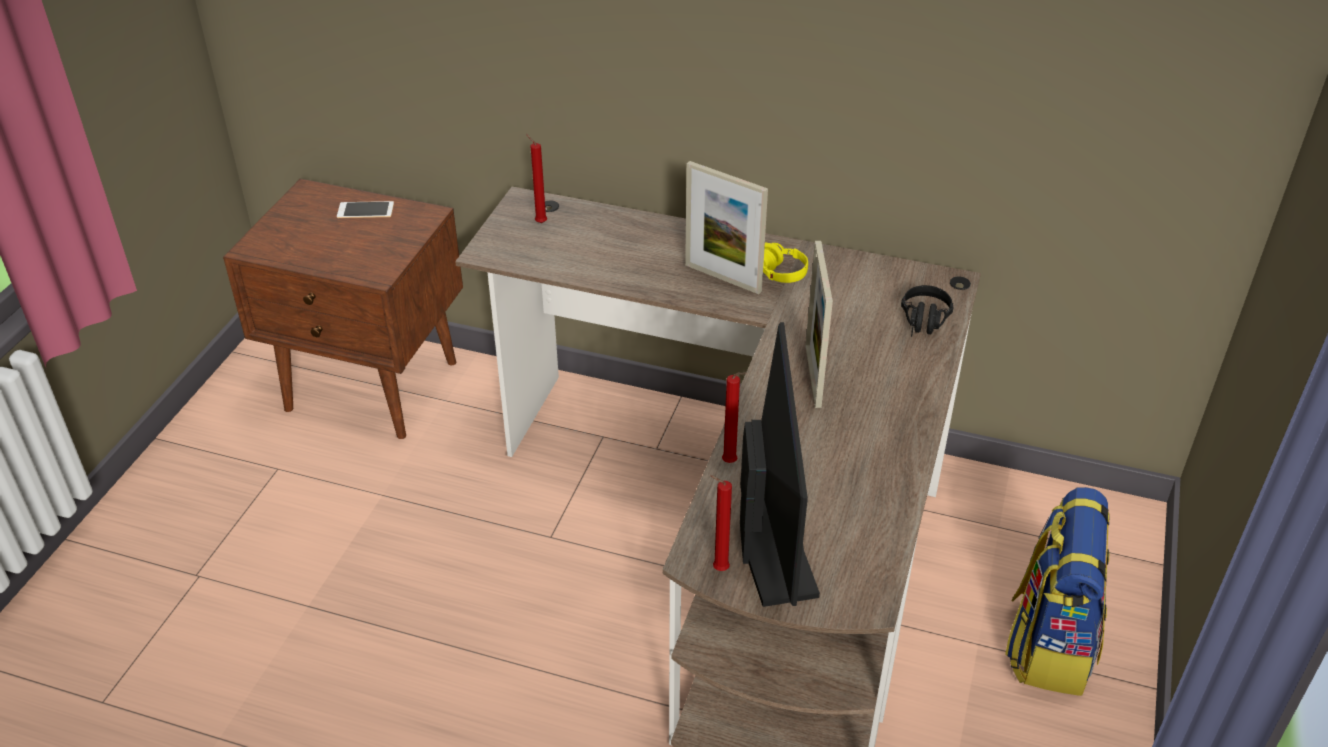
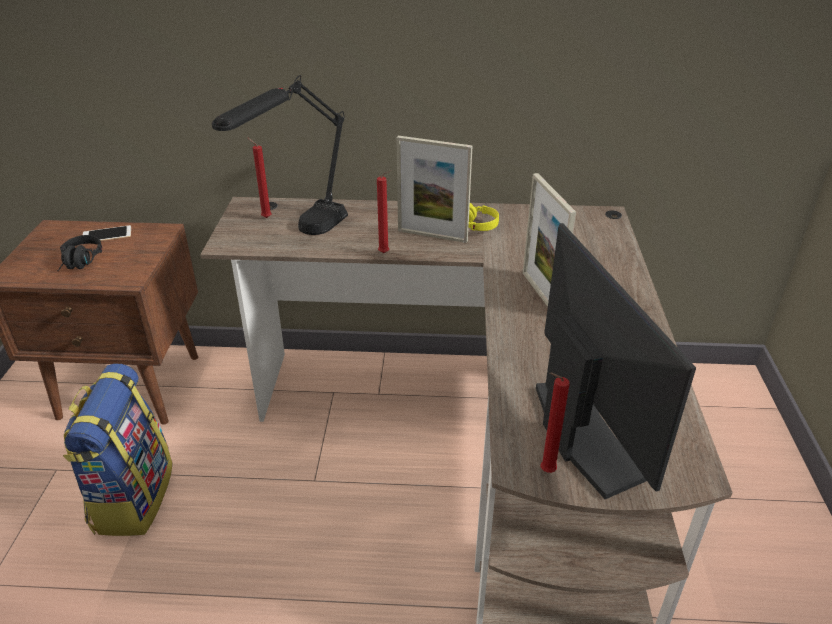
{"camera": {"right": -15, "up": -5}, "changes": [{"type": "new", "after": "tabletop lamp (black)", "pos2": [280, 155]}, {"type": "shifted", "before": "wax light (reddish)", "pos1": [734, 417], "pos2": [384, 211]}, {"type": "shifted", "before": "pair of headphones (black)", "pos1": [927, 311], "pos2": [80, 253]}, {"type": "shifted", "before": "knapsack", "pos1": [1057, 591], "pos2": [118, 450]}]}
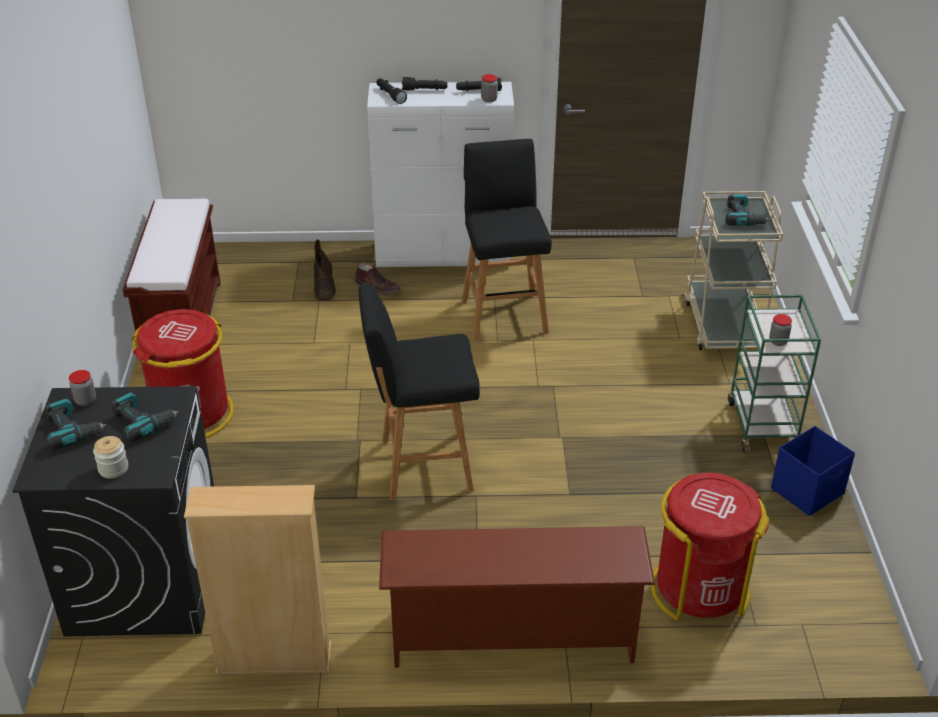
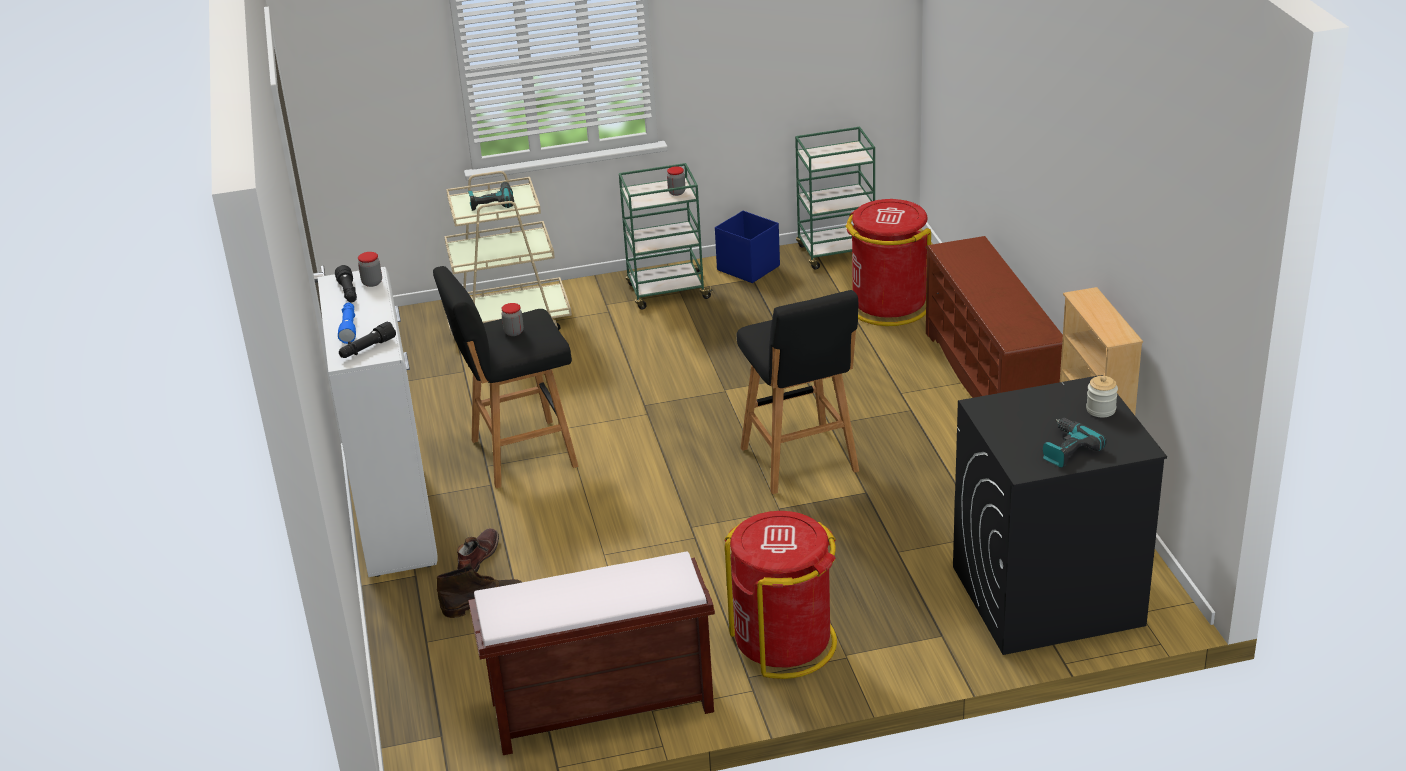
{"camera": {"right": -100, "up": -5}, "changes": [{"type": "gone", "before": "power drill", "pos1": [145, 417]}, {"type": "new", "after": "wheeled cart (greenish)", "pos2": [835, 198]}, {"type": "shifted", "before": "preserve jar", "pos1": [82, 388], "pos2": [512, 319]}, {"type": "repainted", "before": "flashlight (black)", "after": "flashlight (bluish)", "pos1": [424, 83], "pos2": [347, 323]}]}
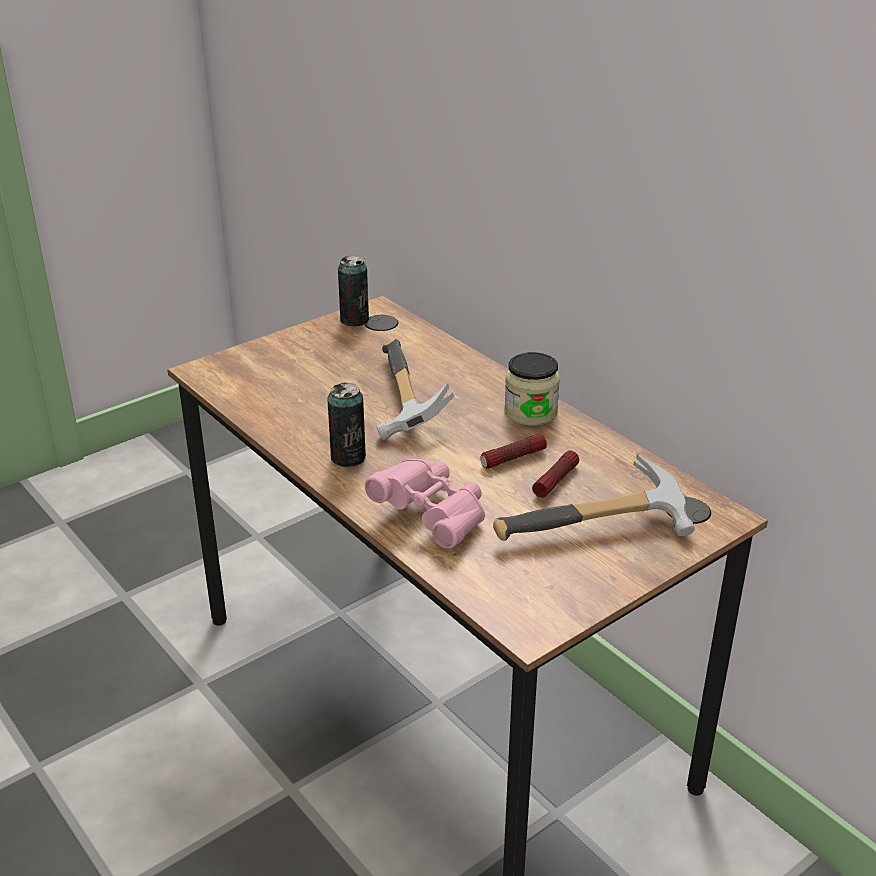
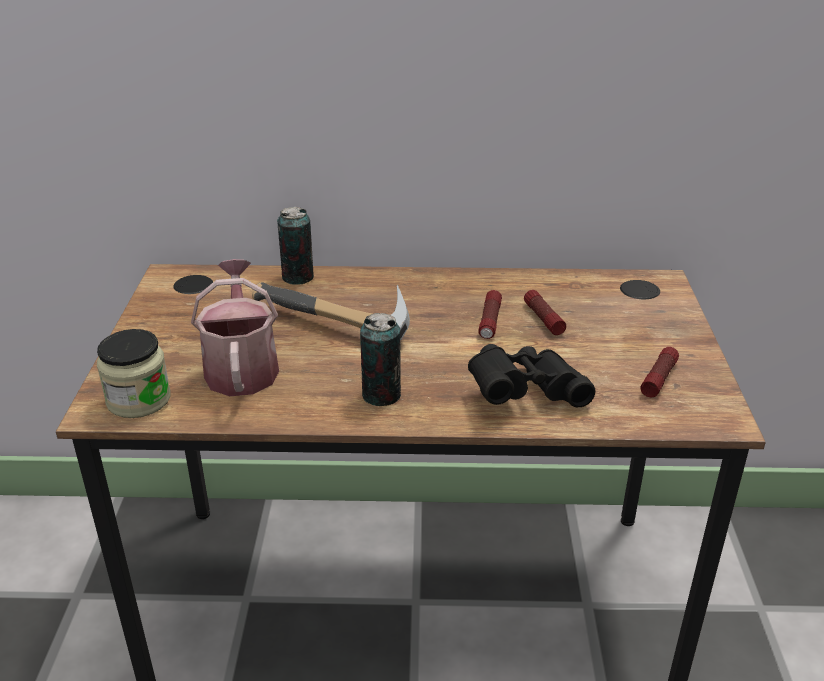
{"camera": {"right": -50, "up": 0}, "changes": [{"type": "gone", "before": "tool hammer", "pos1": [594, 497]}, {"type": "new", "after": "sprinkling can", "pos2": [235, 327]}, {"type": "new", "after": "flashlight", "pos2": [659, 372]}, {"type": "shifted", "before": "sealed can", "pos1": [353, 290], "pos2": [295, 246]}, {"type": "shifted", "before": "preserve jar", "pos1": [532, 389], "pos2": [134, 373]}, {"type": "repainted", "before": "field glasses (pink-coloured)", "after": "field glasses (black)", "pos1": [425, 504], "pos2": [531, 375]}]}
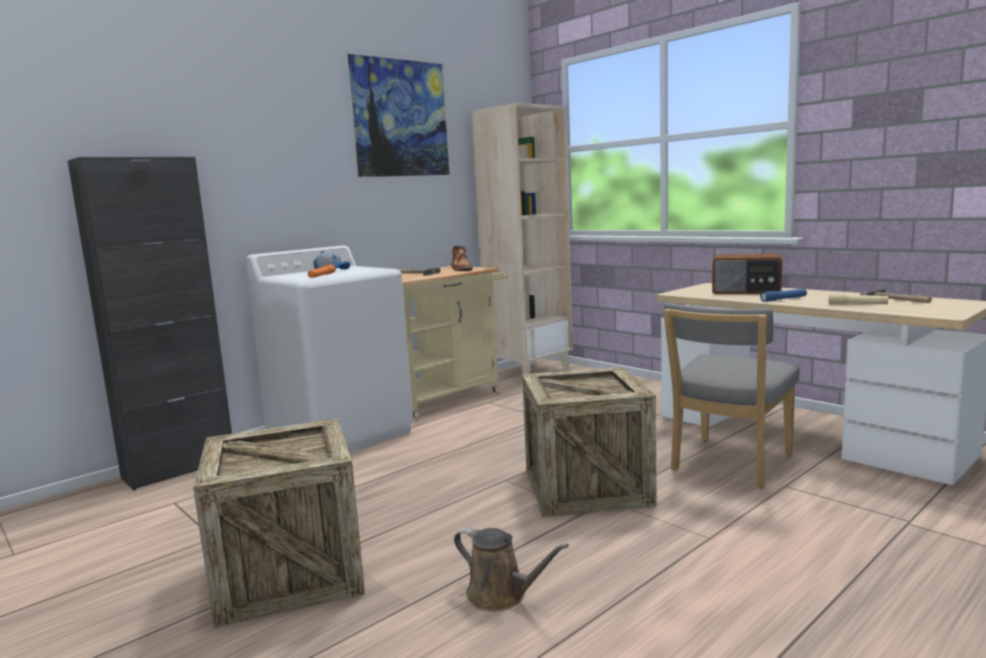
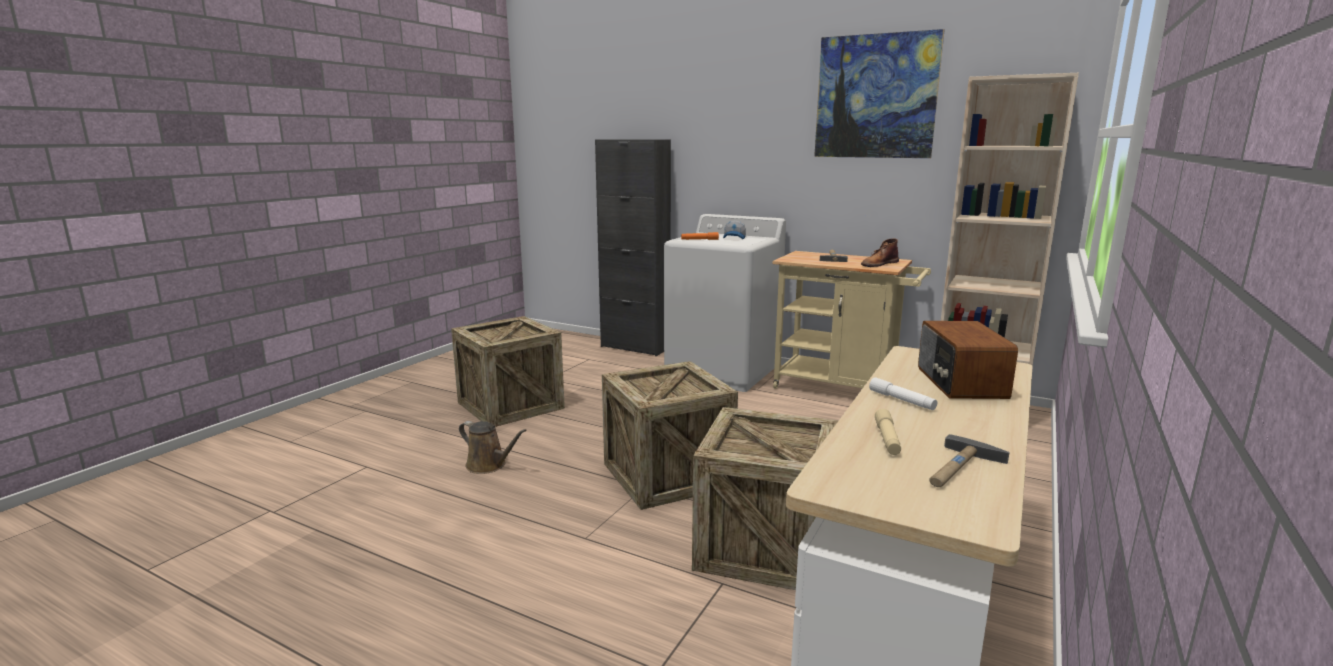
{"camera": {"right": 70, "up": 5}, "changes": [{"type": "swapped", "before": "upright chair (greyish)", "after": "shipping crate", "pos1": [731, 395], "pos2": [765, 498]}, {"type": "repainted", "before": "flashlight (bluish)", "after": "flashlight (whitish)", "pos1": [783, 295], "pos2": [903, 393]}, {"type": "rotated", "before": "sprinkling can (brown-coloured)", "pos1": [511, 569], "pos2": [493, 447], "turn": -75}]}
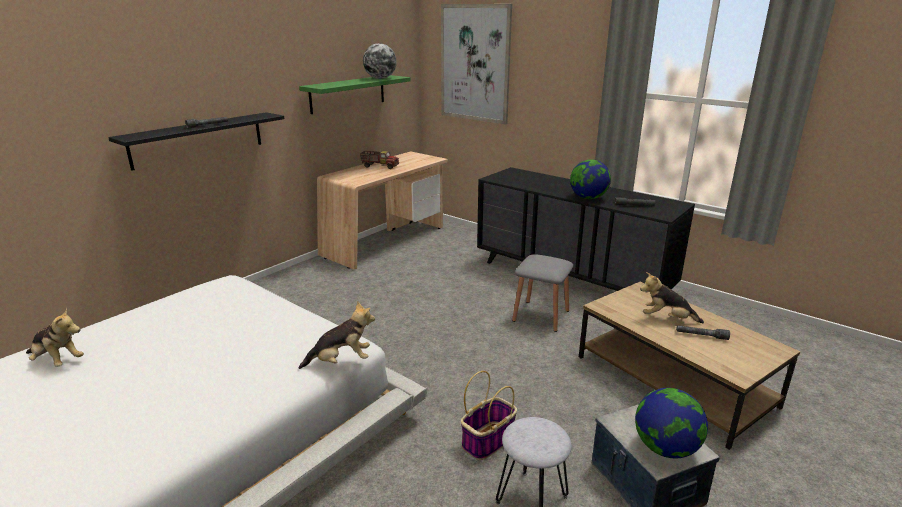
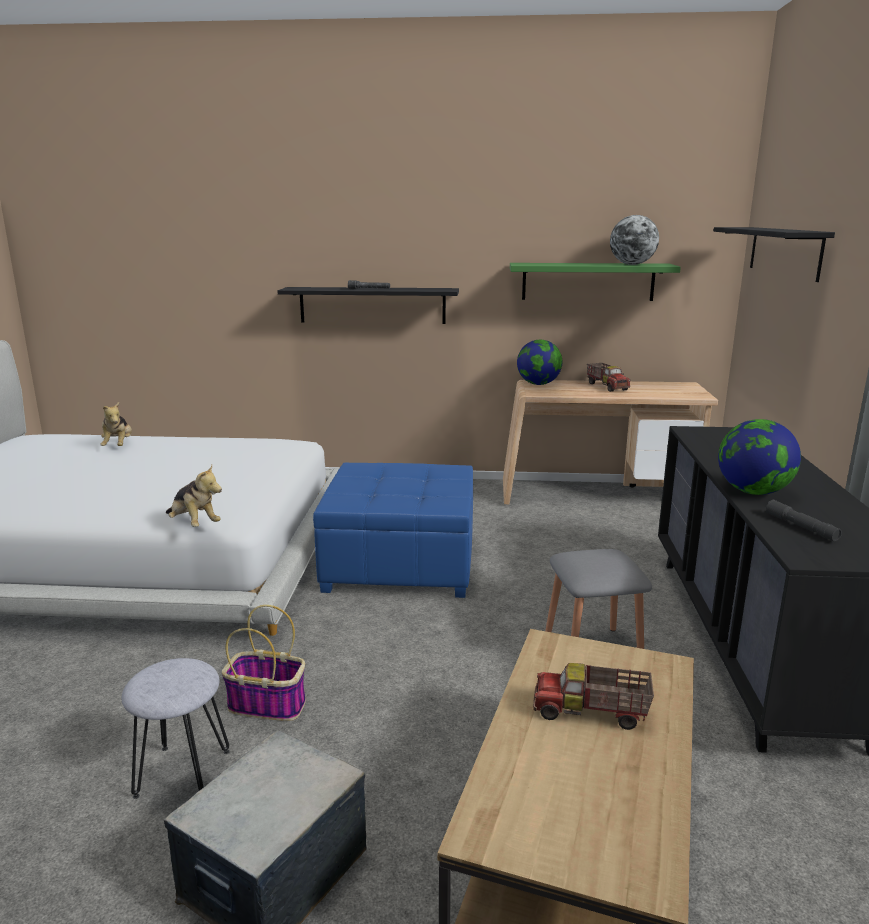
{"camera": {"right": 55, "up": -5}, "changes": [{"type": "gone", "before": "flashlight (greyish)", "pos1": [703, 333]}, {"type": "new", "after": "pouffe (bluish)", "pos2": [393, 530]}, {"type": "shifted", "before": "globe", "pos1": [671, 423], "pos2": [539, 362]}, {"type": "swapped", "before": "wall picture", "after": "wall shelf (black)", "pos1": [476, 64], "pos2": [774, 254]}, {"type": "swapped", "before": "soft toy", "after": "model truck", "pos1": [672, 297], "pos2": [593, 696]}]}
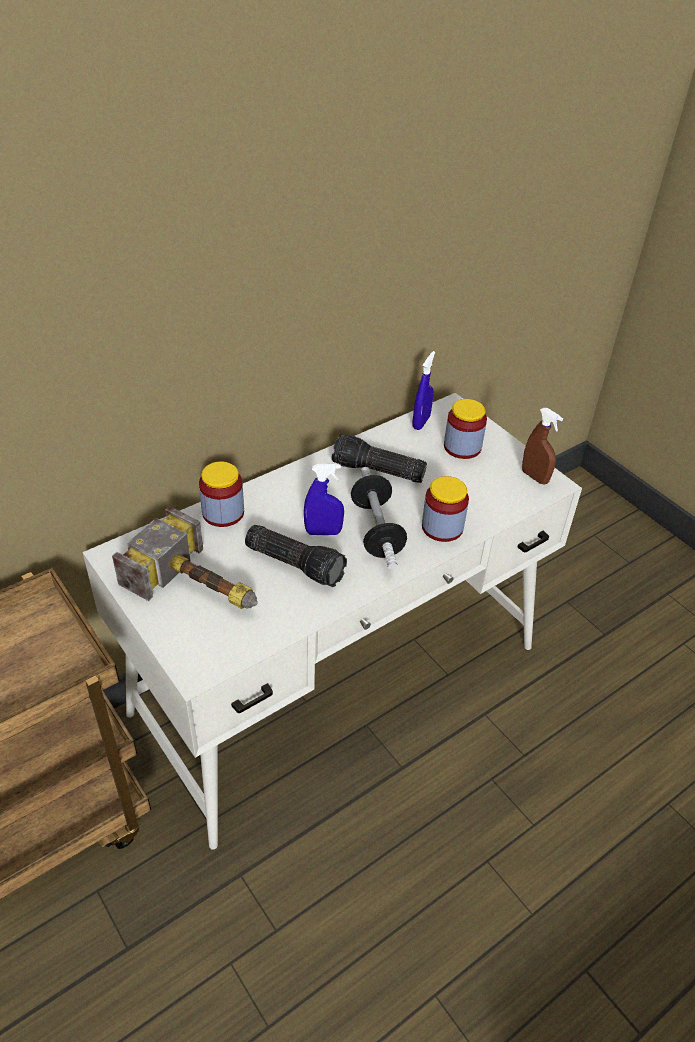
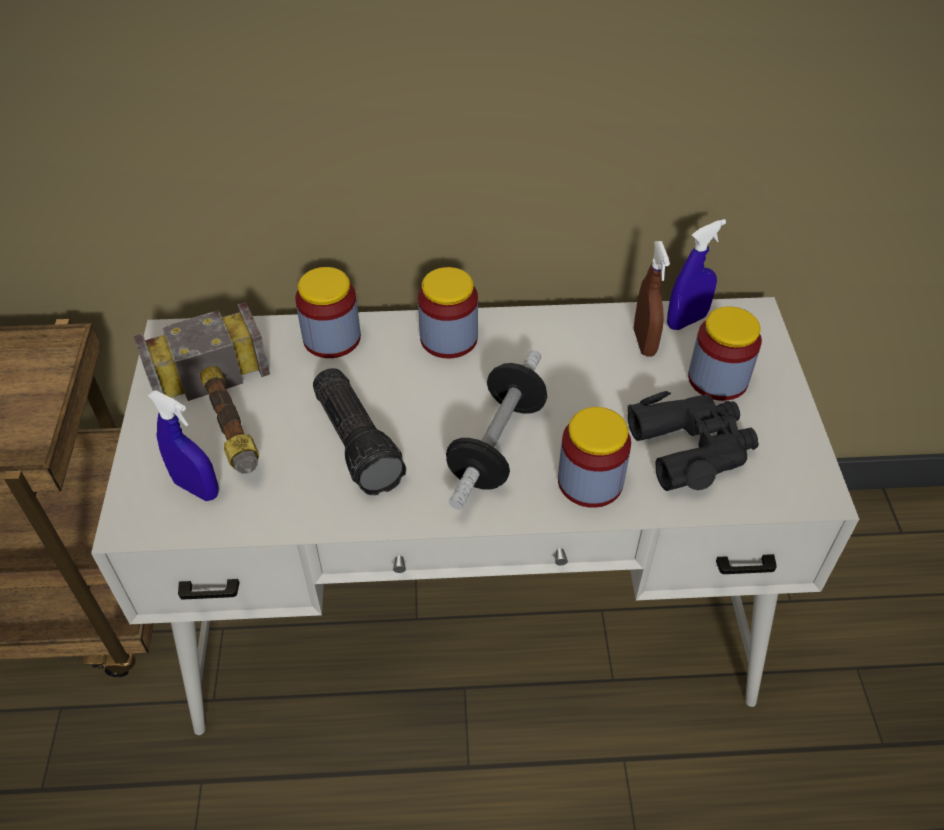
{"camera": {"right": 35, "up": 5}, "changes": [{"type": "gone", "before": "flashlight", "pos1": [379, 458]}, {"type": "new", "after": "preserve jar", "pos2": [448, 313]}, {"type": "new", "after": "field glasses (black)", "pos2": [693, 441]}, {"type": "shifted", "before": "hand sprayer (bluish)", "pos1": [324, 499], "pos2": [183, 446]}, {"type": "shifted", "before": "hand sprayer (brown-coloured)", "pos1": [542, 446], "pos2": [652, 299]}]}
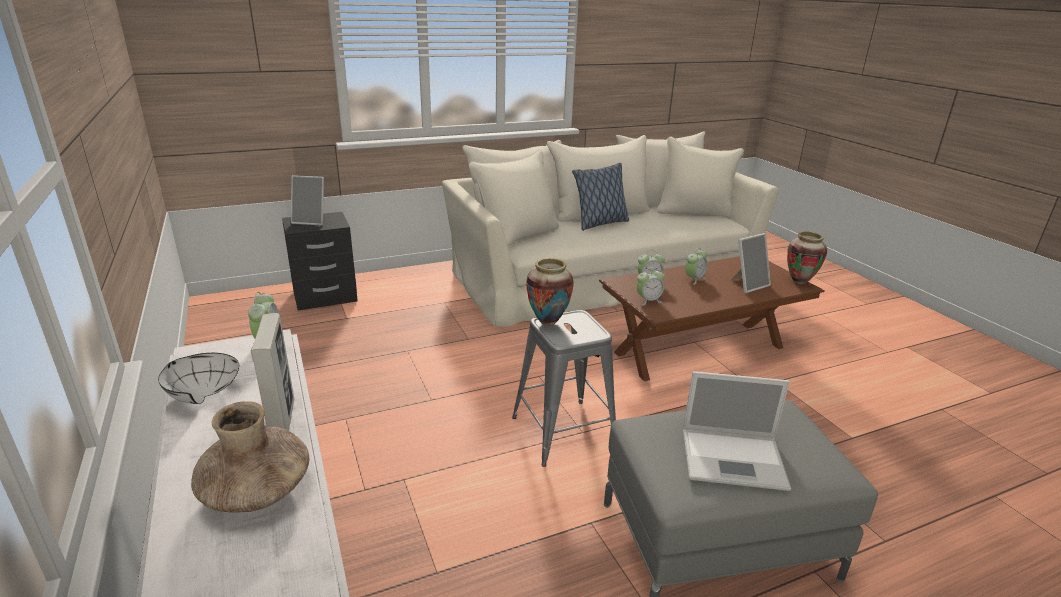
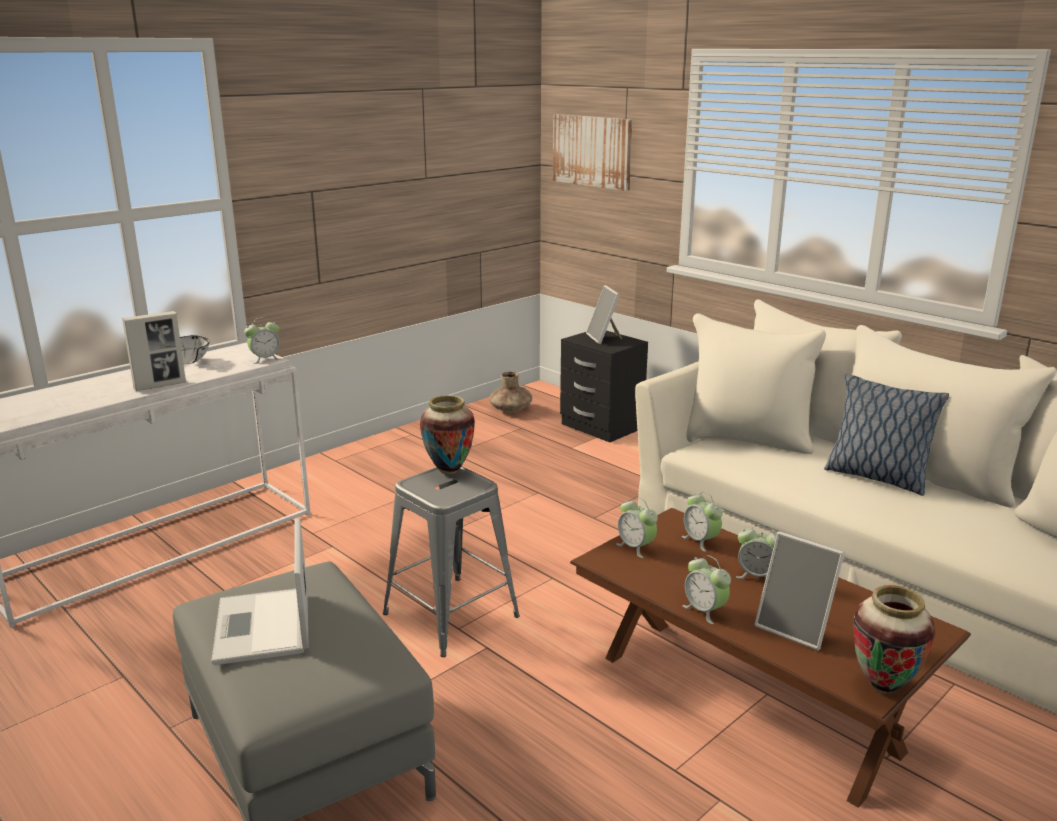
{"camera": {"right": 70, "up": -5}, "changes": [{"type": "new", "after": "wall picture", "pos2": [592, 152]}, {"type": "new", "after": "table clock", "pos2": [706, 589]}, {"type": "shifted", "before": "vase (brown-coloured)", "pos1": [250, 457], "pos2": [510, 392]}]}
